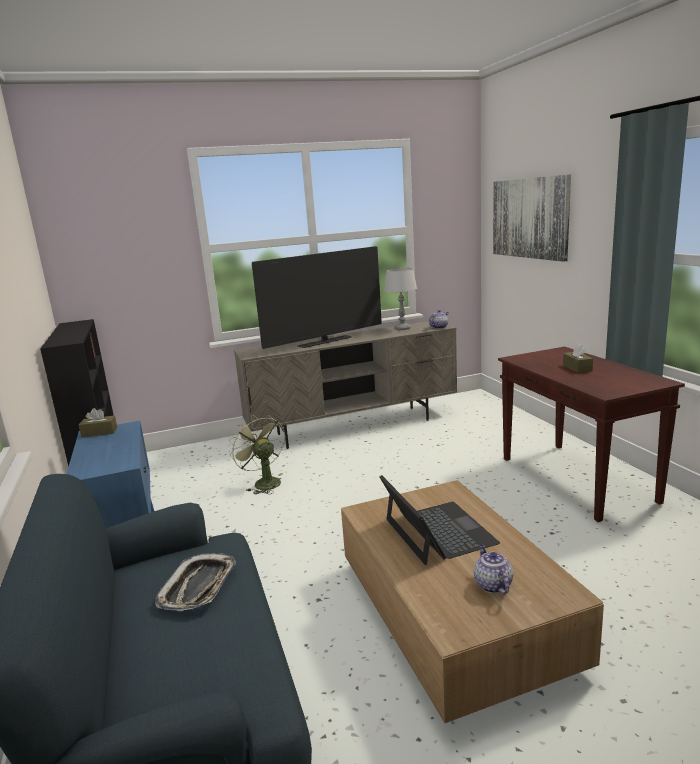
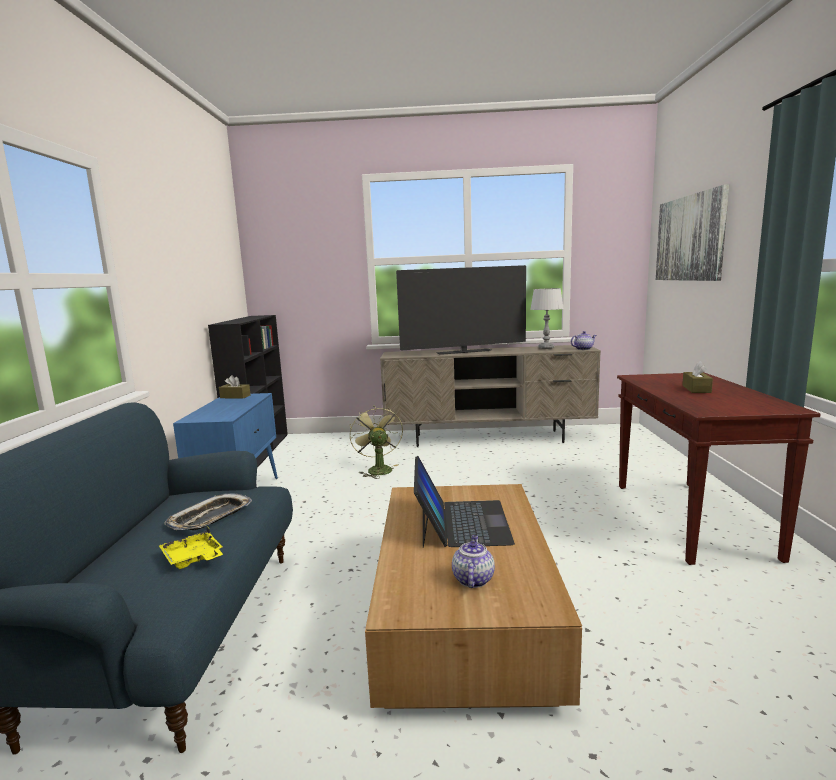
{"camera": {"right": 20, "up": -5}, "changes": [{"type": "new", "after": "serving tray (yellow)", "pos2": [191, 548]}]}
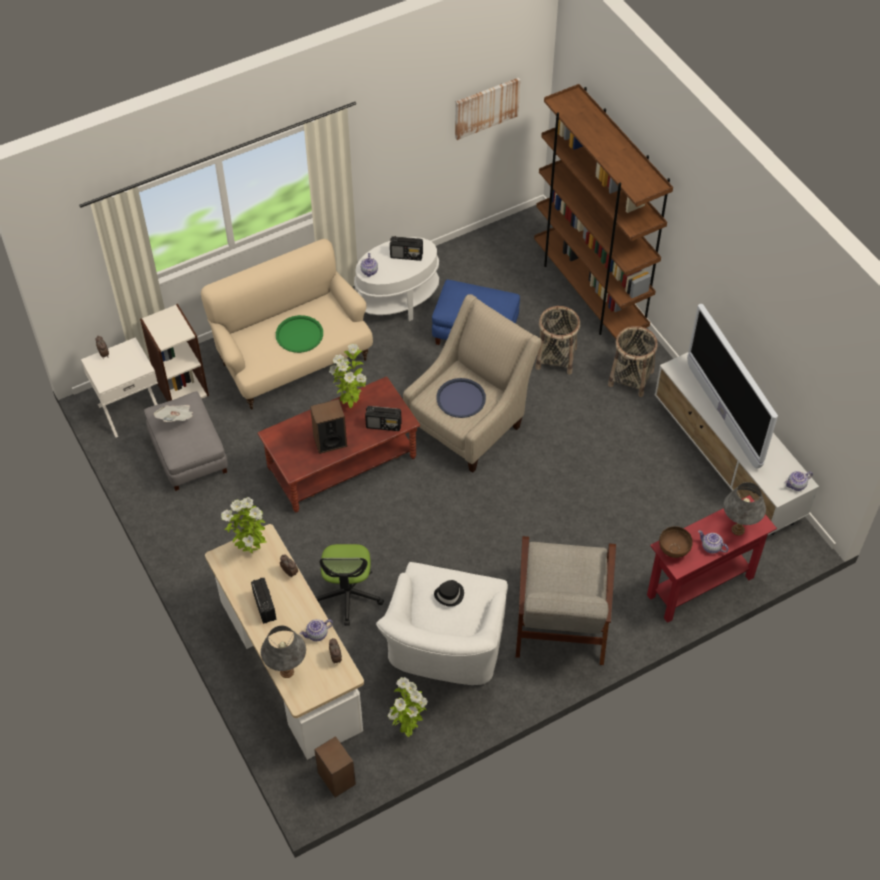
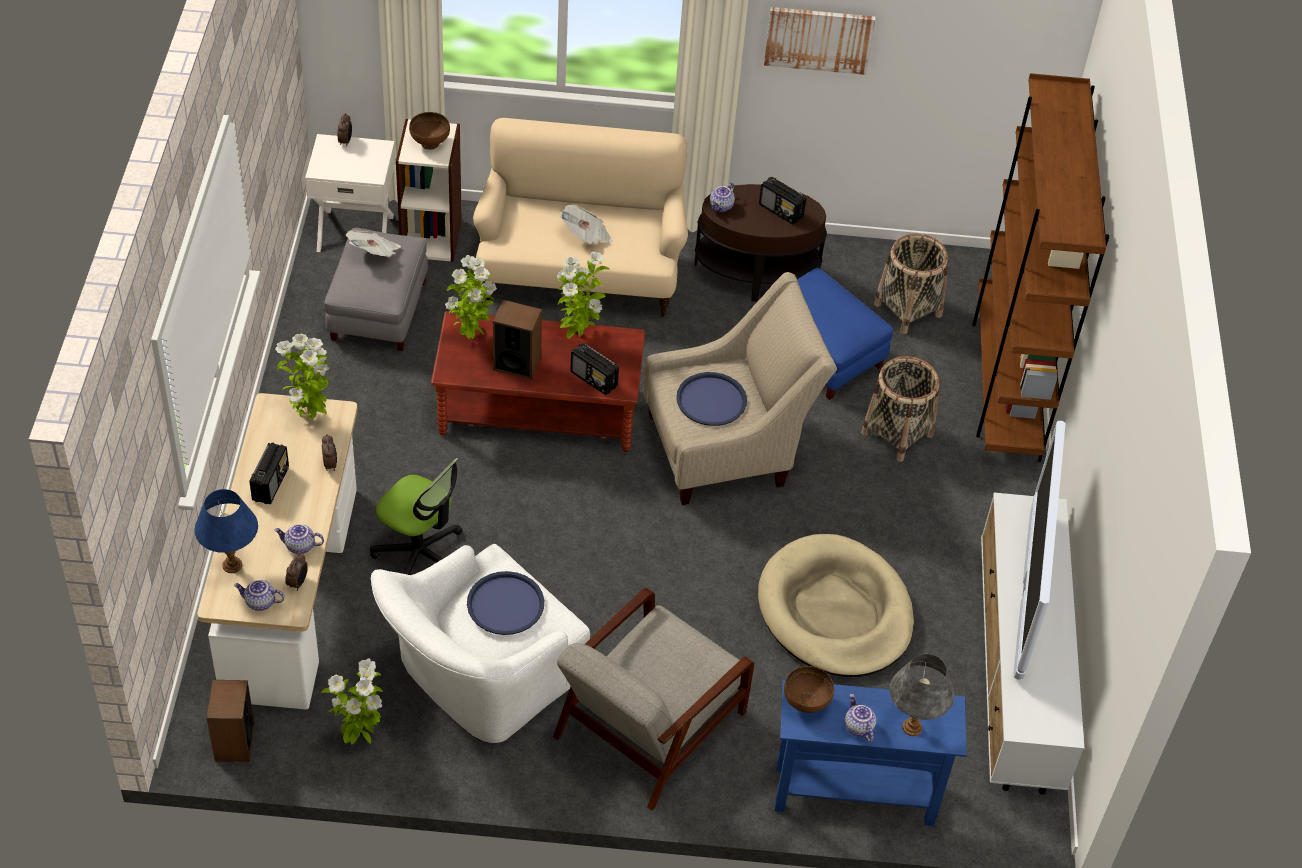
{"camera": {"right": 30, "up": -5}, "changes": [{"type": "new", "after": "deep dish (brown-coloured)", "pos2": [429, 131]}, {"type": "new", "after": "plant in a pot", "pos2": [471, 297]}, {"type": "new", "after": "dog cushion (sand-coloured)", "pos2": [836, 605]}, {"type": "shifted", "before": "wall picture", "pos1": [487, 109], "pos2": [819, 41]}, {"type": "shifted", "before": "storage basket", "pos1": [633, 361], "pos2": [911, 284]}, {"type": "shifted", "before": "pot for tea", "pos1": [799, 481], "pos2": [259, 595]}, {"type": "swapped", "before": "serving tray (greenish)", "after": "daily paper", "pos1": [299, 334], "pos2": [586, 224]}, {"type": "swapped", "before": "hat (black)", "after": "serving tray (bluish)", "pos1": [449, 593], "pos2": [505, 603]}, {"type": "repainted", "before": "tabletop lamp (greyish)", "after": "tabletop lamp (bluish)", "pos1": [283, 652], "pos2": [226, 531]}, {"type": "repainted", "before": "accent table (whitish)", "after": "accent table (brown-coloured)", "pos1": [396, 279], "pos2": [760, 243]}, {"type": "repainted", "before": "narrow table (reddish)", "after": "narrow table (bluish)", "pos1": [712, 559], "pos2": [871, 753]}, {"type": "rotated", "before": "computer chair", "pos1": [350, 585], "pos2": [416, 516], "turn": -90}]}
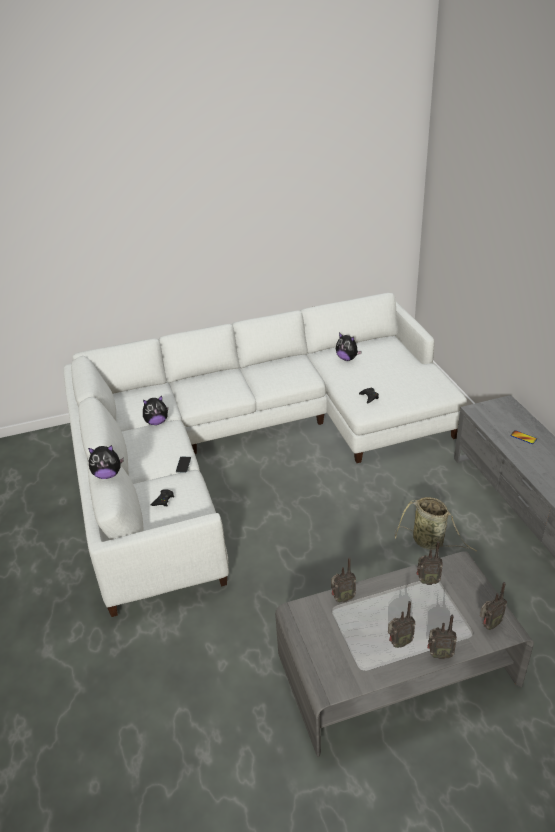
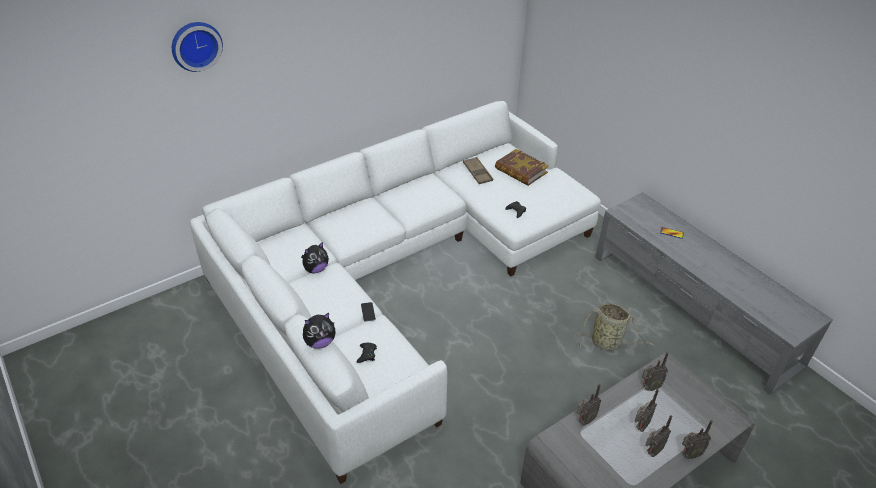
{"camera": {"right": -20, "up": 5}, "changes": [{"type": "new", "after": "wall clock", "pos2": [197, 47]}, {"type": "new", "after": "bound book", "pos2": [522, 167]}, {"type": "shifted", "before": "radio", "pos1": [493, 606], "pos2": [646, 410]}, {"type": "swapped", "before": "soft toy", "after": "serving tray (brown-coloured)", "pos1": [349, 347], "pos2": [478, 170]}]}
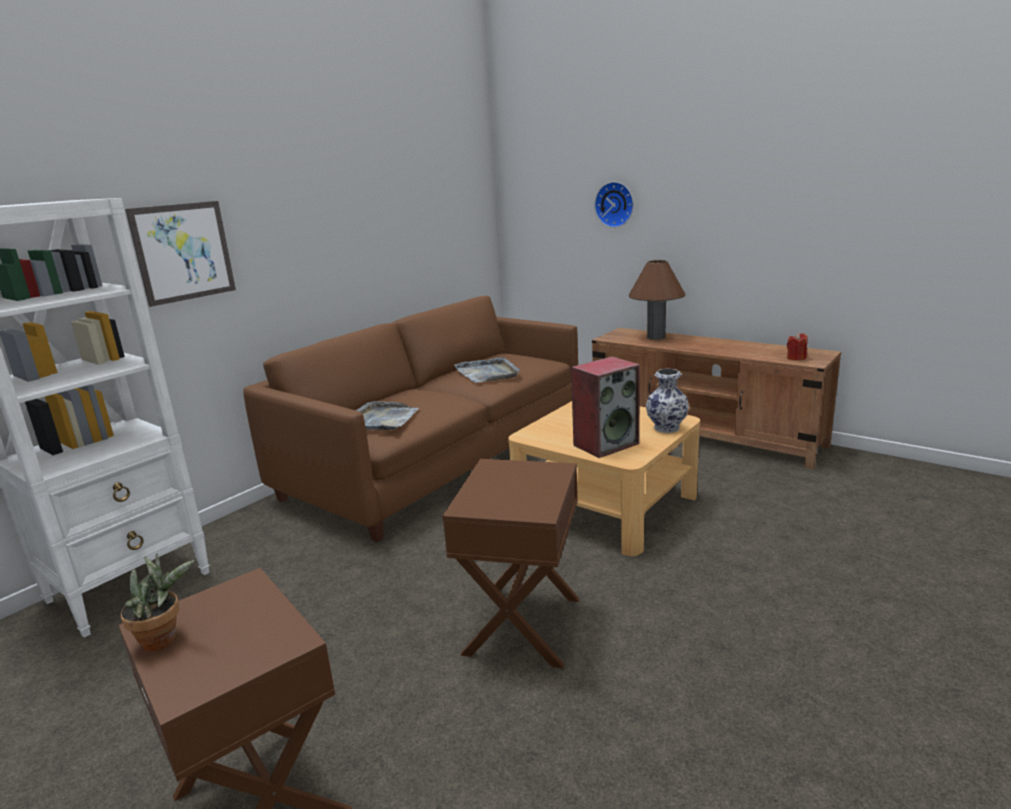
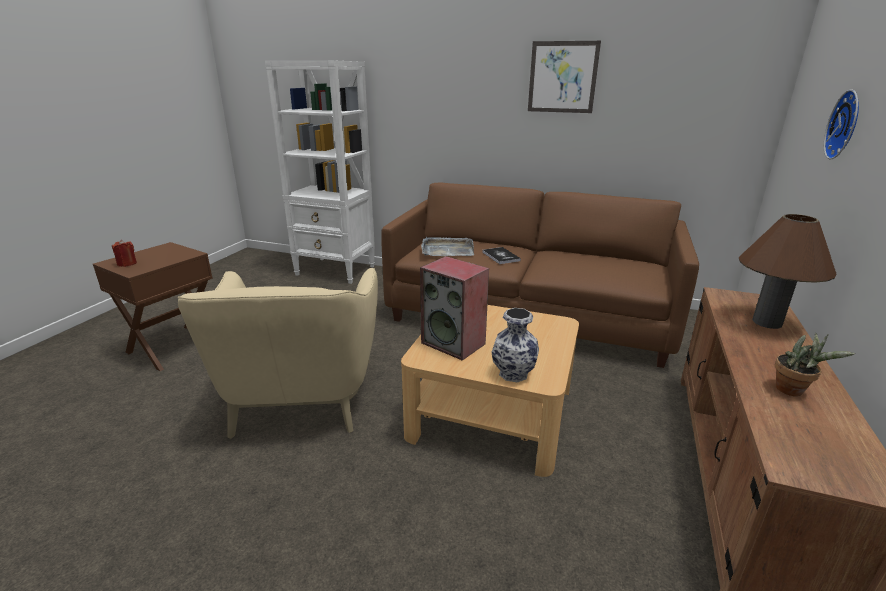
{"camera": {"right": 70, "up": 5}, "changes": [{"type": "gone", "before": "serving tray (greyish)", "pos1": [487, 370]}, {"type": "new", "after": "bound book", "pos2": [501, 255]}, {"type": "shifted", "before": "plant in a pot", "pos1": [157, 602], "pos2": [815, 364]}, {"type": "shifted", "before": "wall picture", "pos1": [180, 254], "pos2": [564, 77]}, {"type": "shifted", "before": "wax light (reddish)", "pos1": [797, 347], "pos2": [124, 253]}, {"type": "swapped", "before": "accent table (brown-coloured)", "after": "armchair (sand-coloured)", "pos1": [511, 563], "pos2": [277, 353]}]}
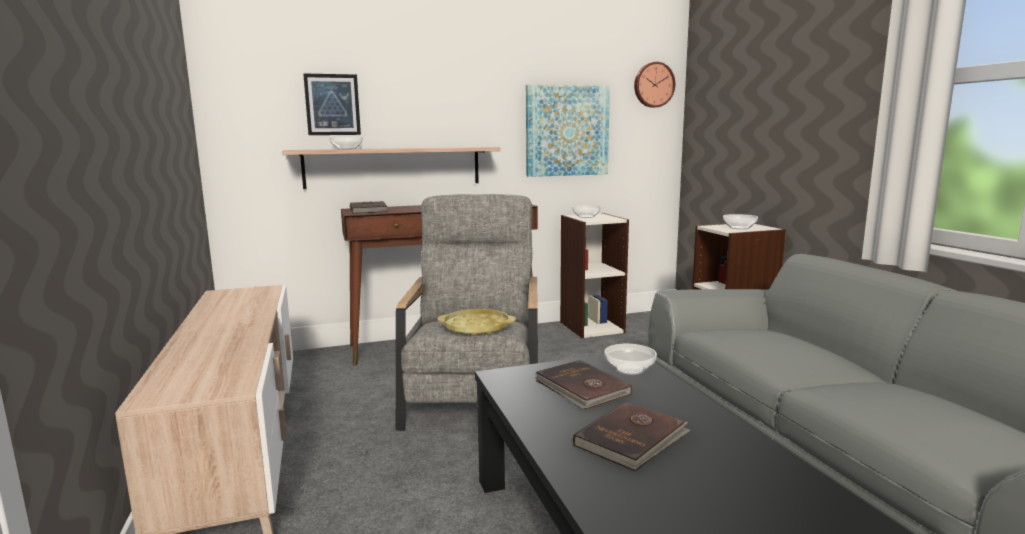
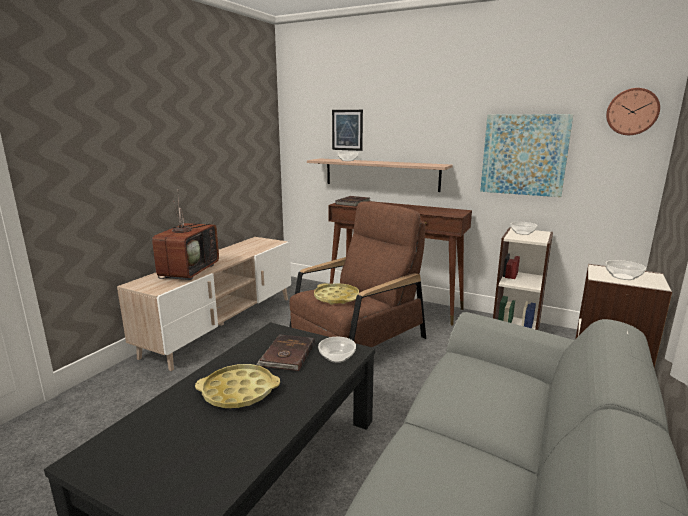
{"camera": {"right": 45, "up": 5}, "changes": [{"type": "new", "after": "television", "pos2": [185, 234]}, {"type": "swapped", "before": "bound book (brown-coloured)", "after": "serving tray (yellow)", "pos1": [632, 437], "pos2": [237, 386]}, {"type": "repainted", "before": "armchair (greyish)", "after": "armchair (brown-coloured)", "pos1": [467, 312], "pos2": [357, 274]}]}
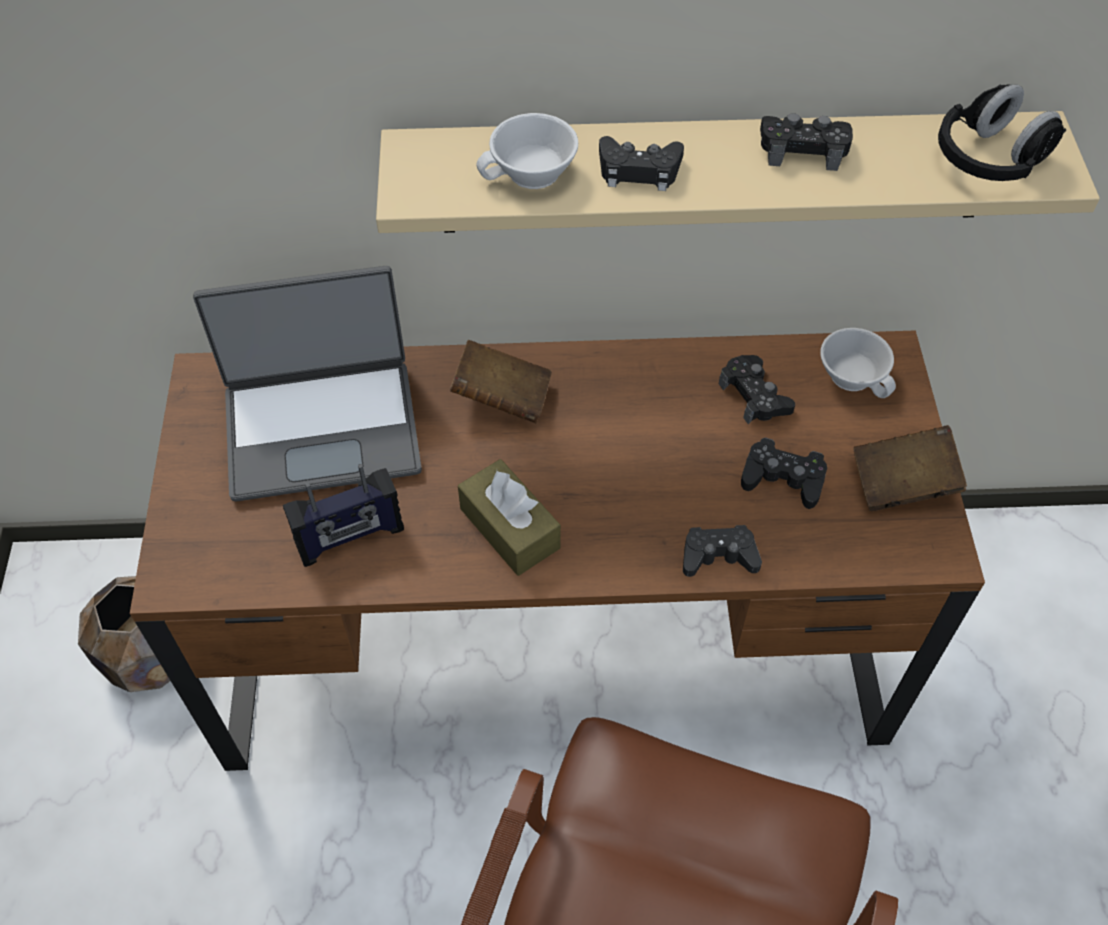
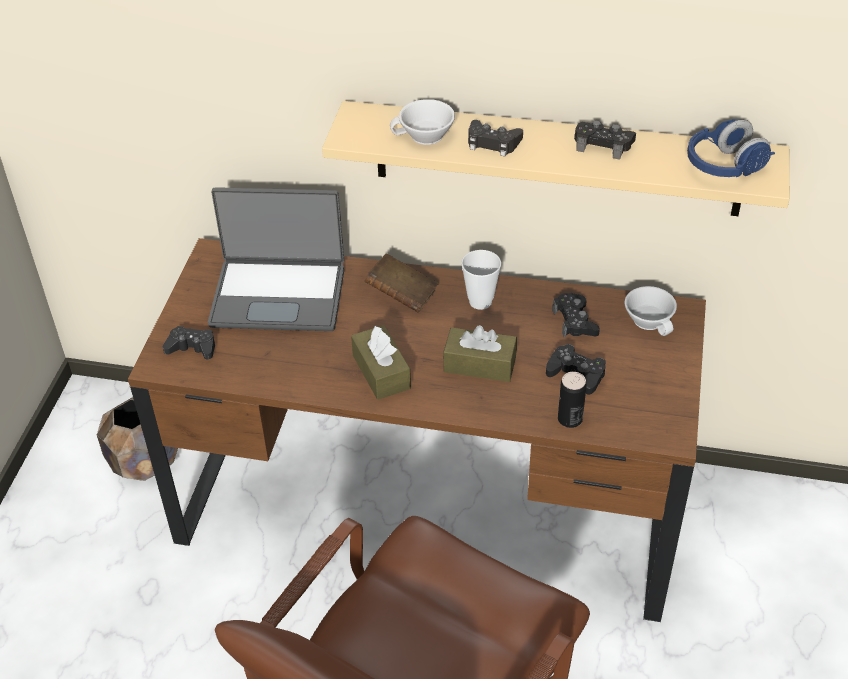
{"camera": {"right": 15, "up": -10}, "changes": [{"type": "gone", "before": "radio", "pos1": [343, 515]}, {"type": "gone", "before": "bound book (brown-coloured)", "pos1": [910, 468]}, {"type": "new", "after": "tissue box (brown-coloured)", "pos2": [480, 353]}, {"type": "new", "after": "drinking cup", "pos2": [481, 280]}, {"type": "new", "after": "sealed can", "pos2": [572, 400]}, {"type": "shifted", "before": "game controller (black)", "pos1": [722, 551], "pos2": [189, 342]}, {"type": "repainted", "before": "pair of headphones (black)", "after": "pair of headphones (bluish)", "pos1": [1002, 132], "pos2": [731, 148]}]}
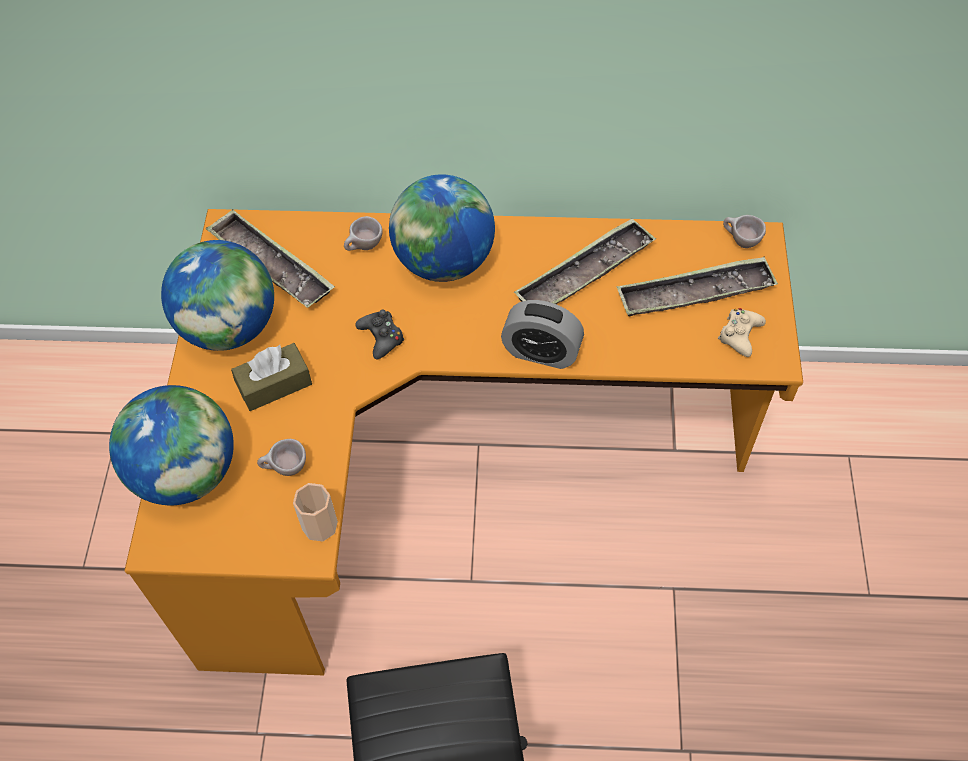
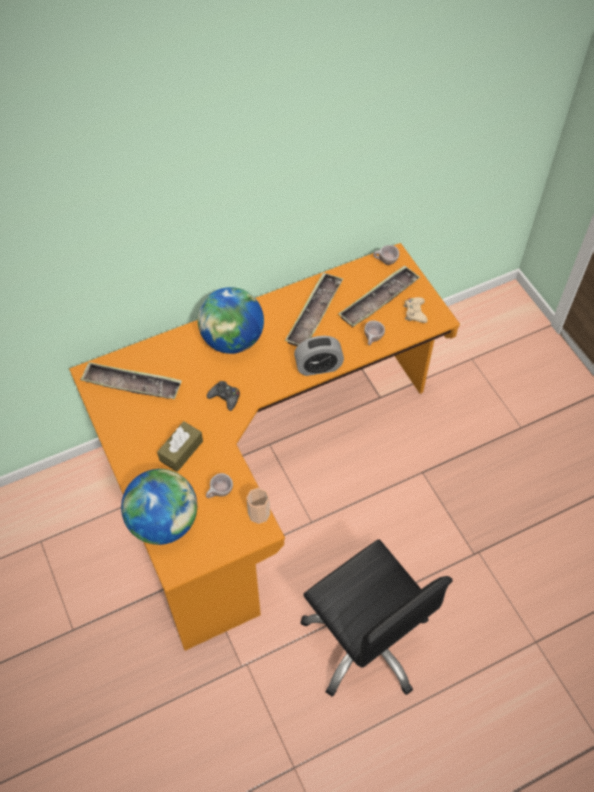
{"camera": {"right": -30, "up": 0}, "changes": [{"type": "gone", "before": "globe", "pos1": [217, 295]}, {"type": "shifted", "before": "drinking cup (sand-coloured)", "pos1": [363, 233], "pos2": [374, 333]}]}
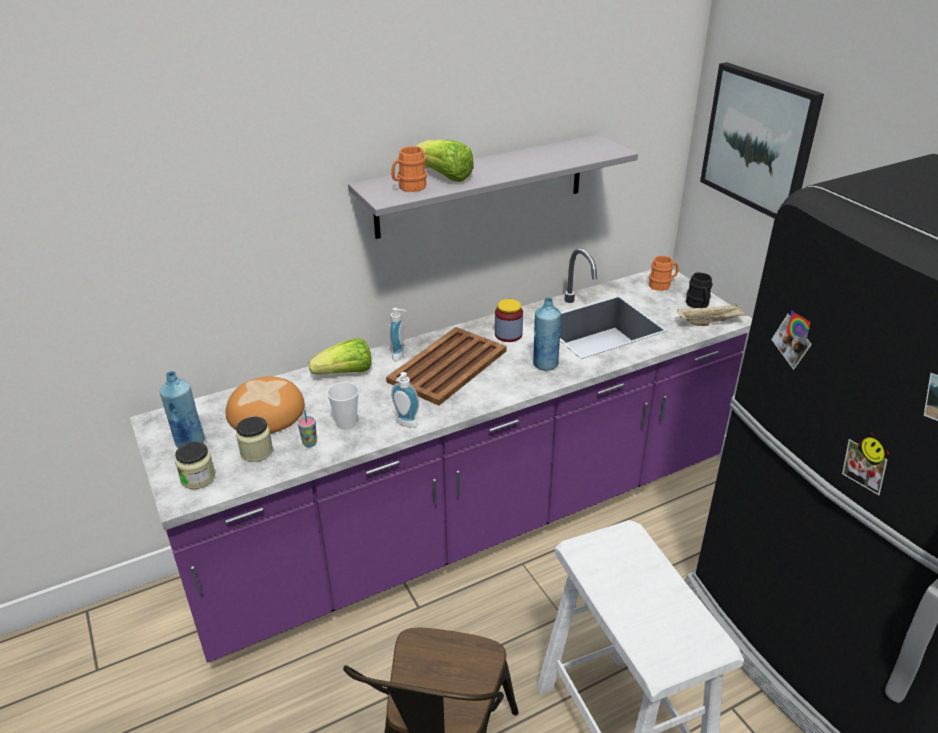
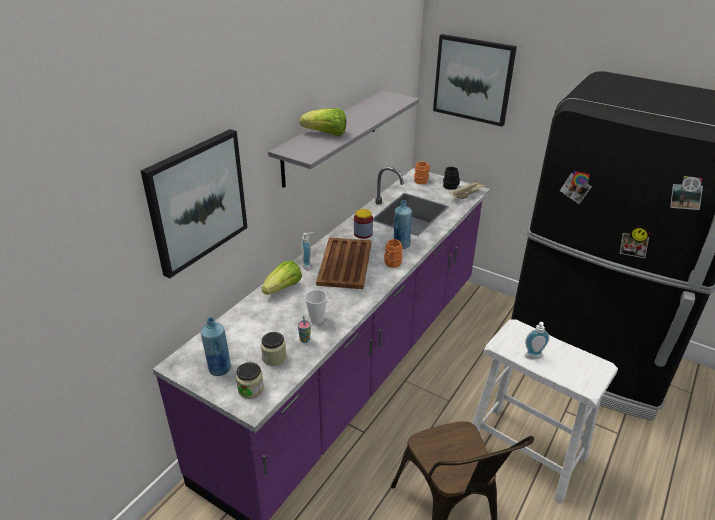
{"camera": {"right": -30, "up": 0}, "changes": [{"type": "gone", "before": "baked bread", "pos1": [265, 405]}, {"type": "new", "after": "wall picture", "pos2": [194, 204]}, {"type": "shifted", "before": "tea mug (orange)", "pos1": [409, 169], "pos2": [393, 253]}, {"type": "shifted", "before": "soap bottle", "pos1": [405, 400], "pos2": [536, 341]}]}
